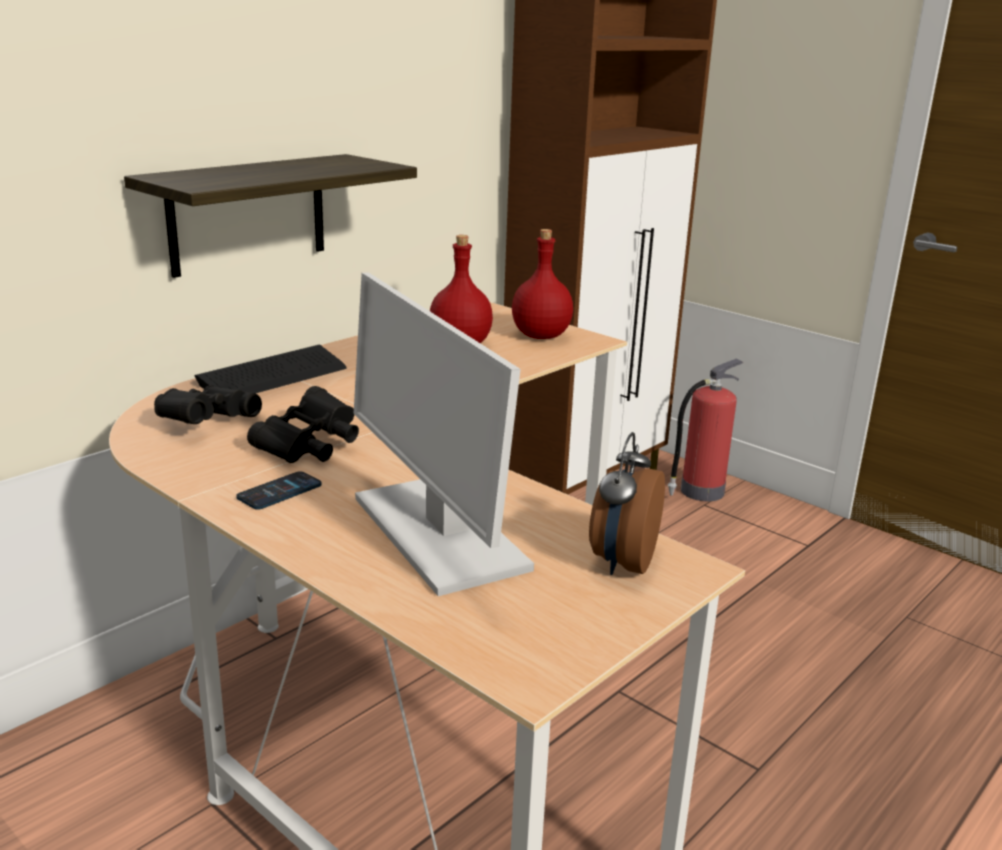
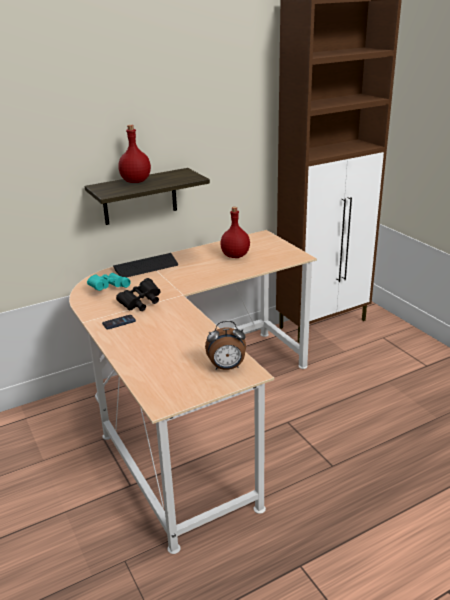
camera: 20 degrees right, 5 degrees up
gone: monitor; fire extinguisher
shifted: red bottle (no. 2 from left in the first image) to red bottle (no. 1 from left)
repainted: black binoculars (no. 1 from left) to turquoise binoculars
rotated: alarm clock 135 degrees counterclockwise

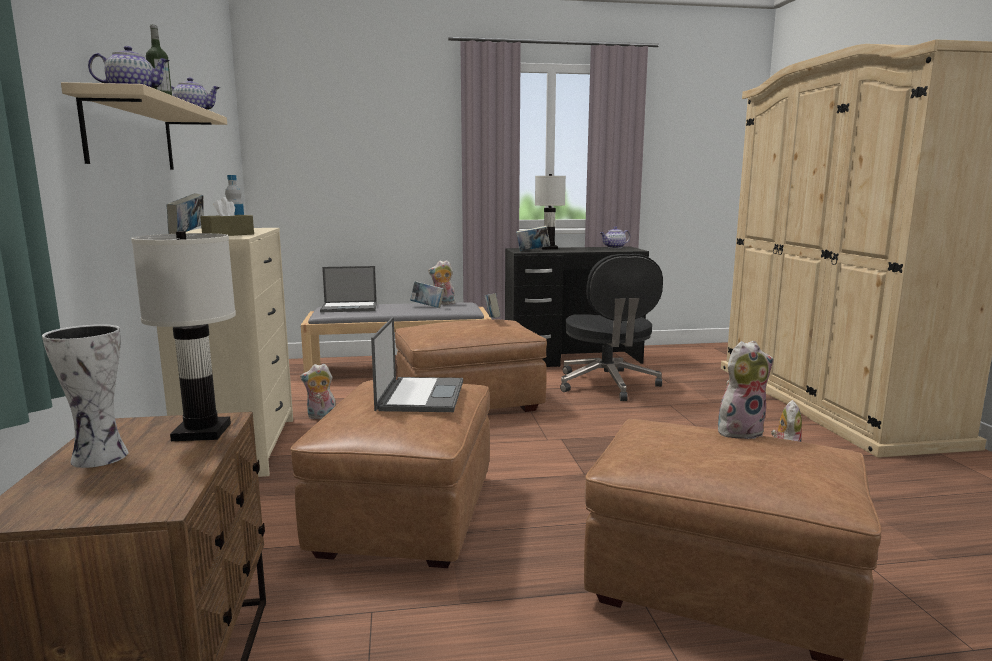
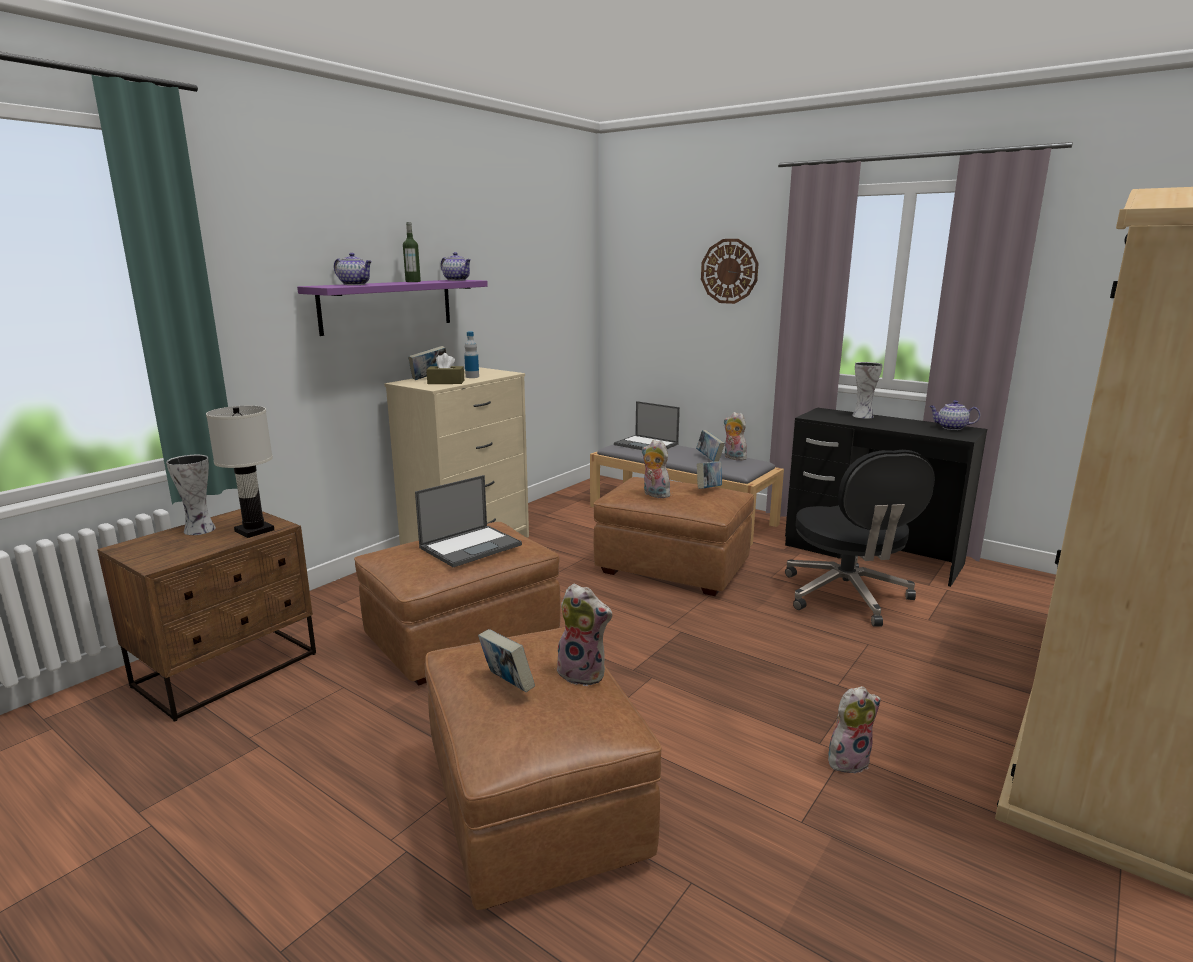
camera: 45 degrees right, 5 degrees up
new: wall clock
shifted: book (no. 4 from left in the first image) to book (no. 2 from left); plush toy (no. 1 from left in the first image) to plush toy (no. 2 from left)
swapped: white table lamp (no. 2 from left) to vase (no. 2 from left)
repainted: beige shelf to purple shelf
rotated: black office chair 45 degrees counterclockwise

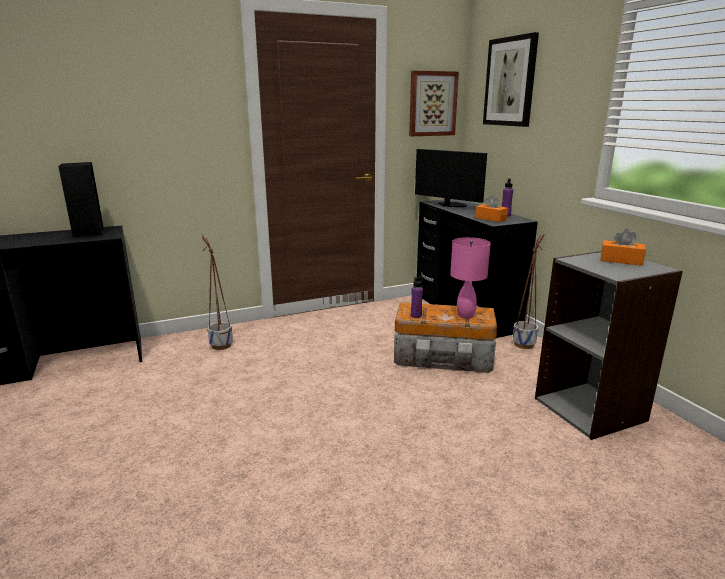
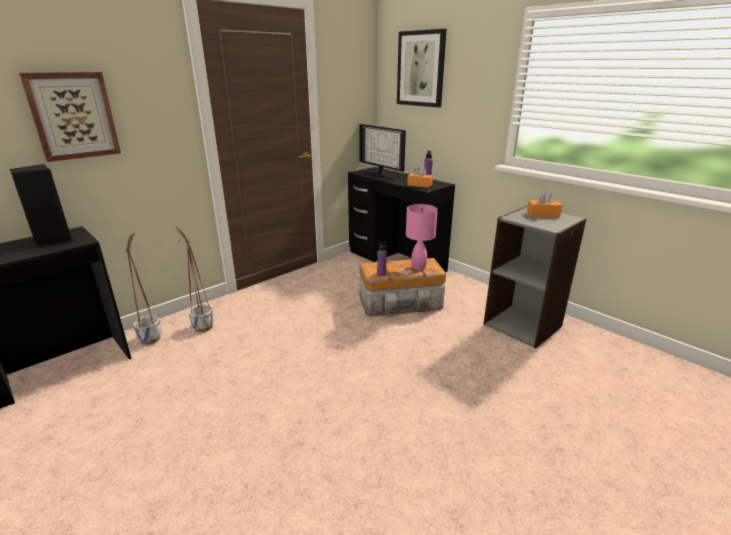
camera: 20 degrees left, 5 degrees up
shifted: picture (no. 1 from left); planter (no. 2 from left in the first image) to planter (no. 1 from left)
rotated: monitor 150 degrees counterclockwise

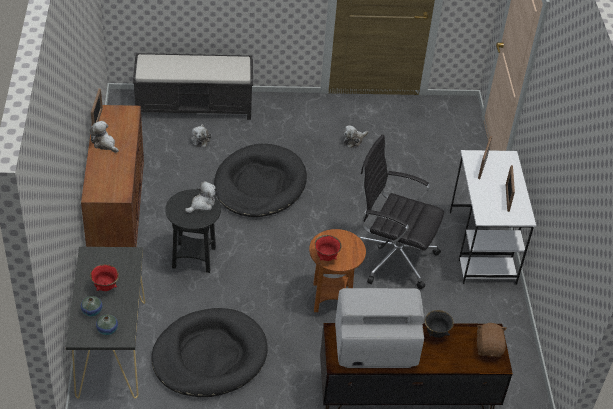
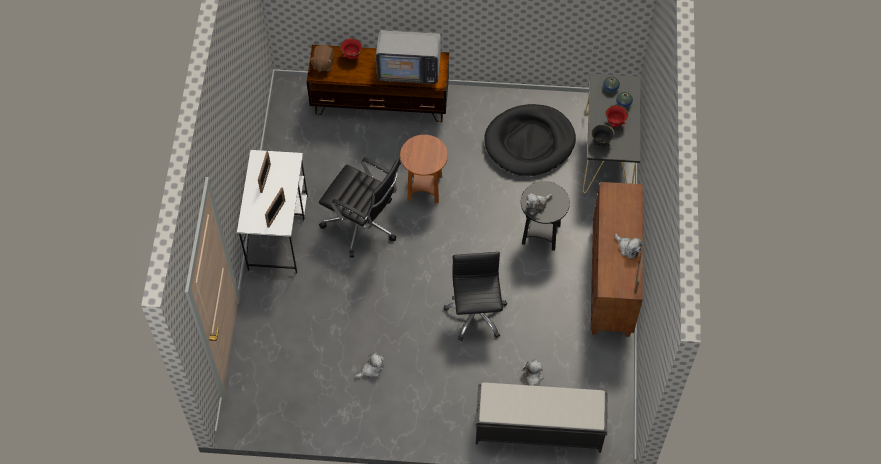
camera: 170 degrees left, 15 degrees up
shifted: red bowl (no. 2 from left in the first image) to red bowl (no. 1 from left); black bowl
swapped: black dog bed (no. 2 from left) to black office chair (no. 2 from left)

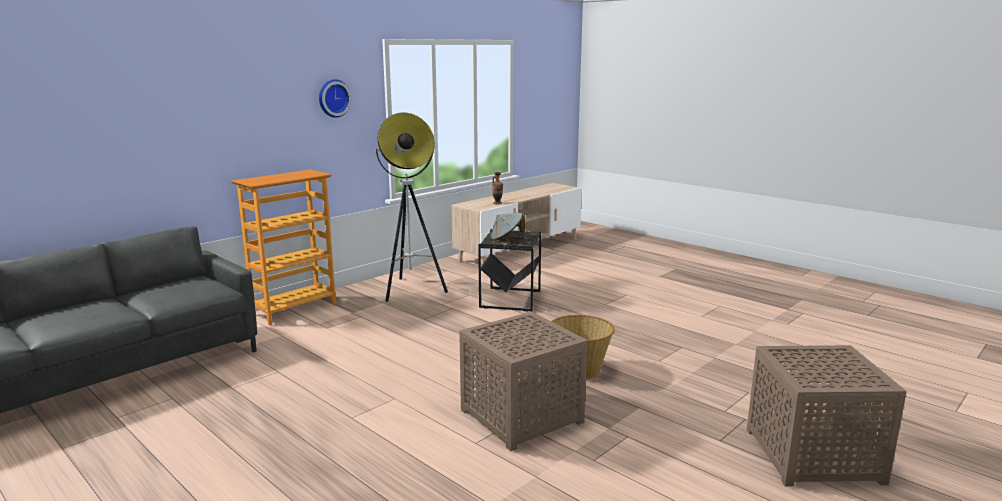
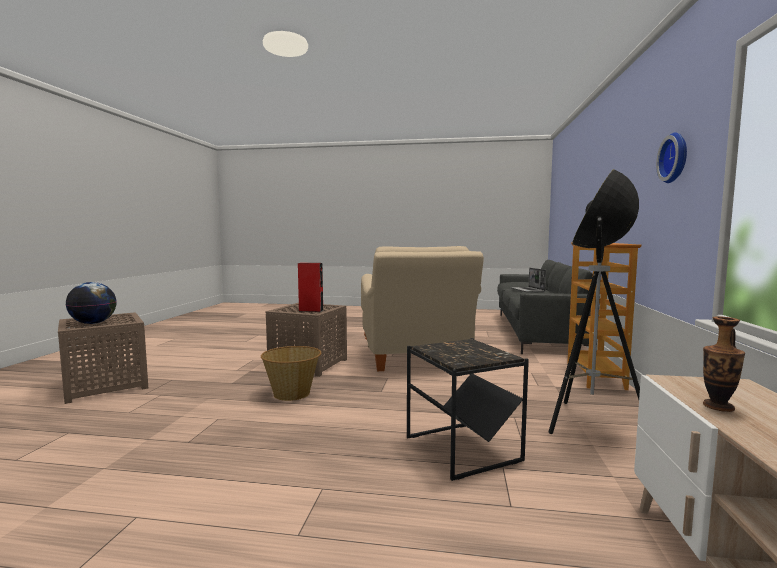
camera: 145 degrees right, 10 degrees down
gone: grey hat
new: globe; red speaker; beige armchair; laptop

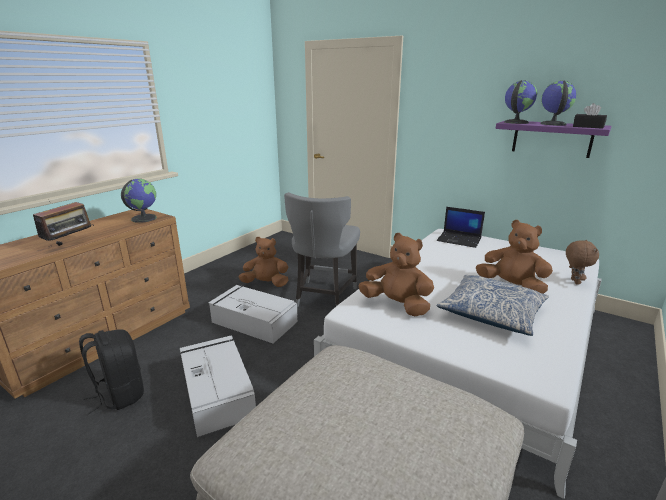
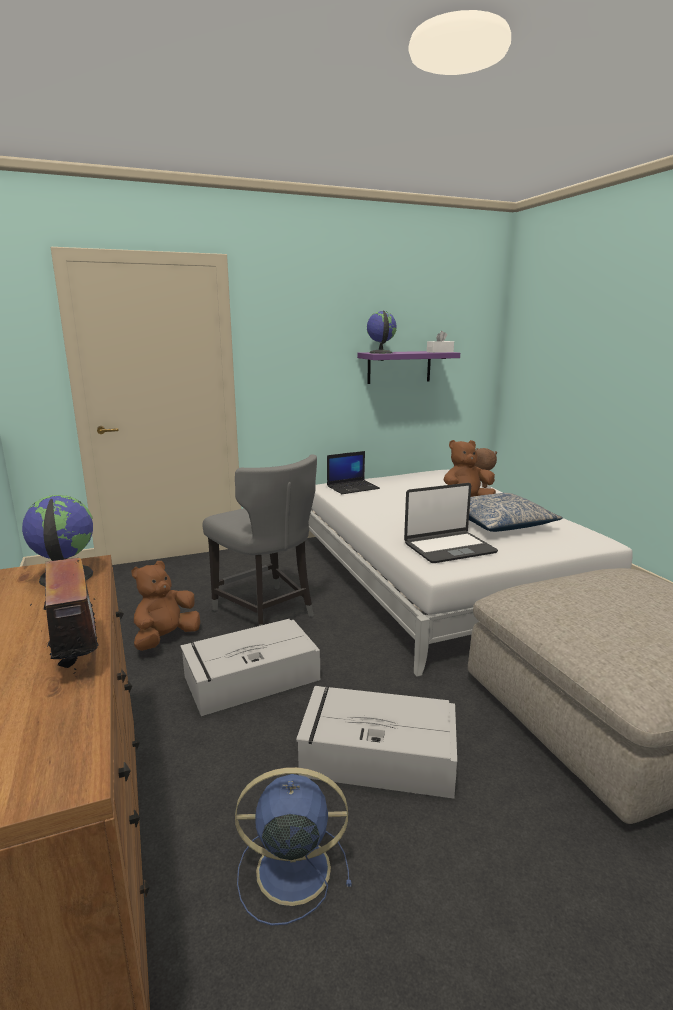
camera: 55 degrees left, 5 degrees down
gone: globe (no. 3 from left)
swapped: black backpack to blue fan; brown plush toy (no. 2 from left) to laptop (no. 2 from left)
repainted: black tissue box to white tissue box

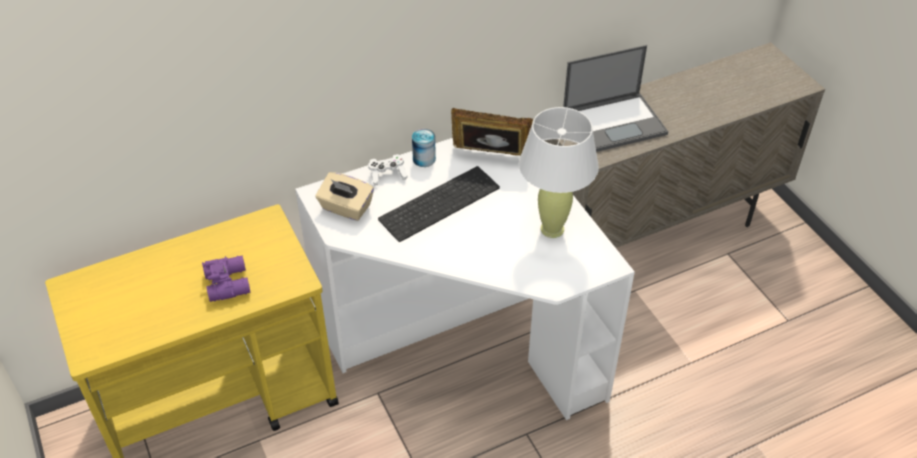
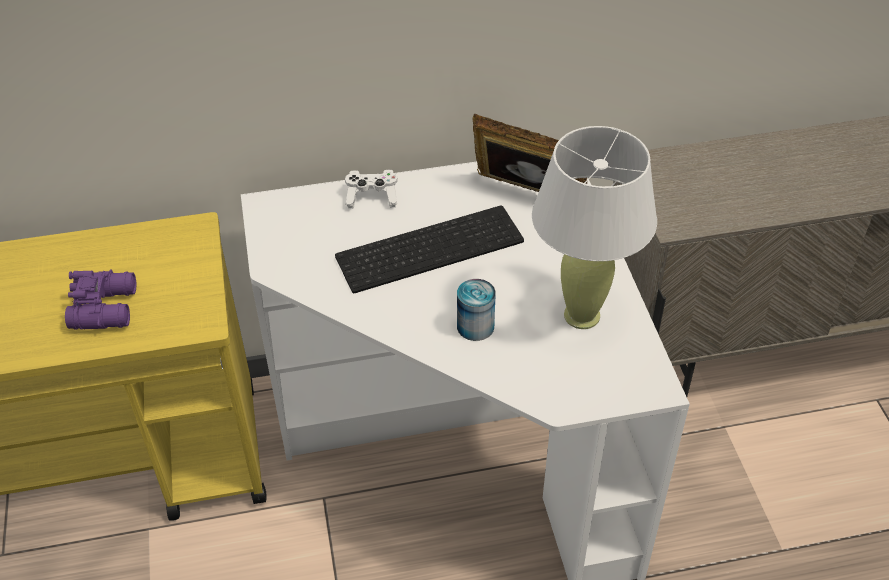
camera: 15 degrees right, 0 degrees up
gone: beige tissue box; laptop
shifted: can

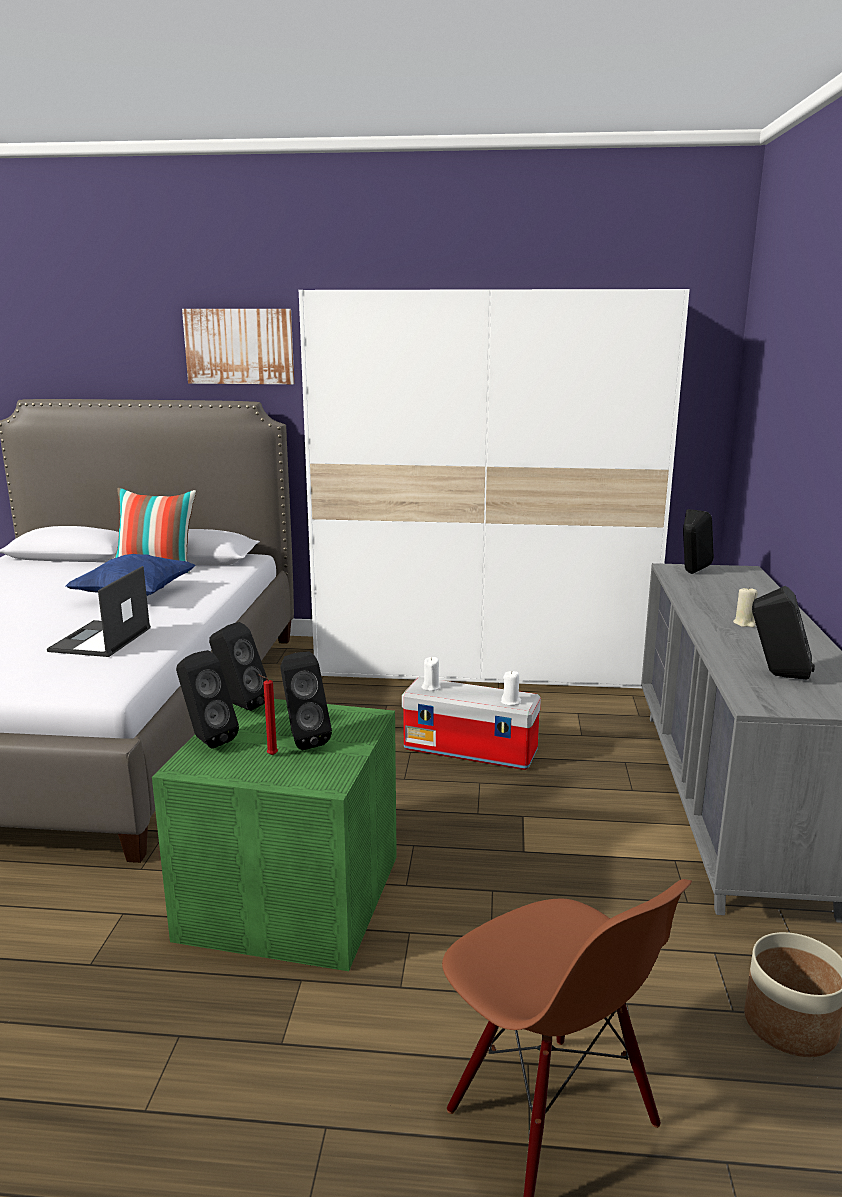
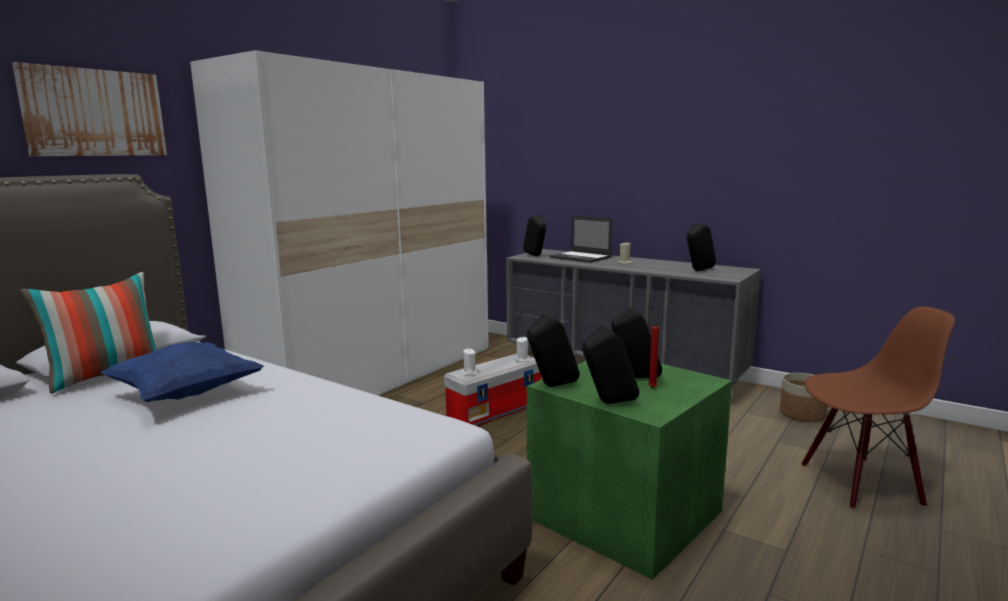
camera: 60 degrees left, 5 degrees down
shifted: laptop

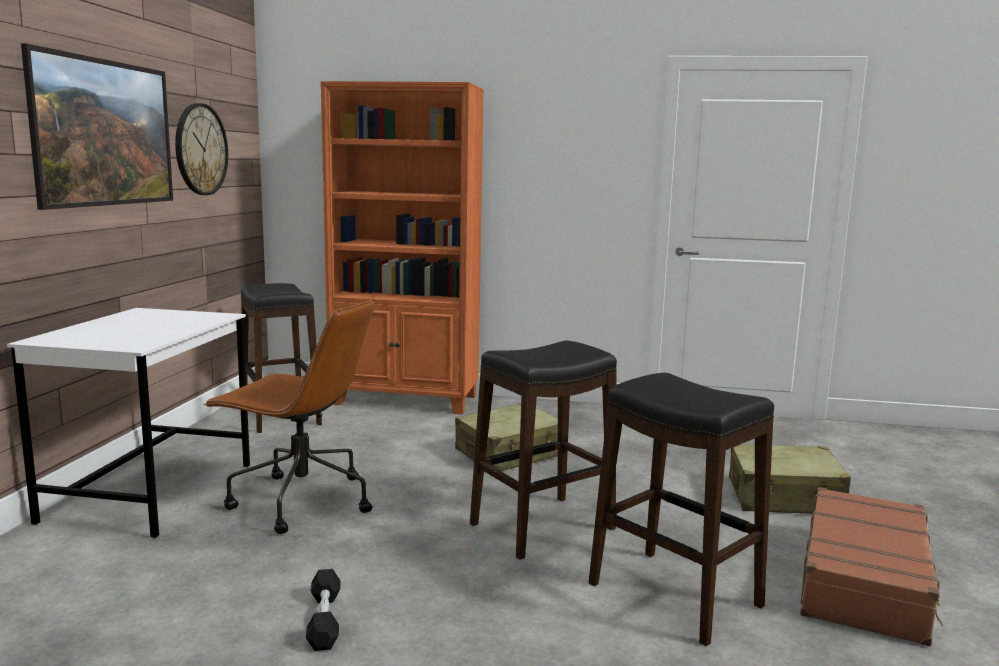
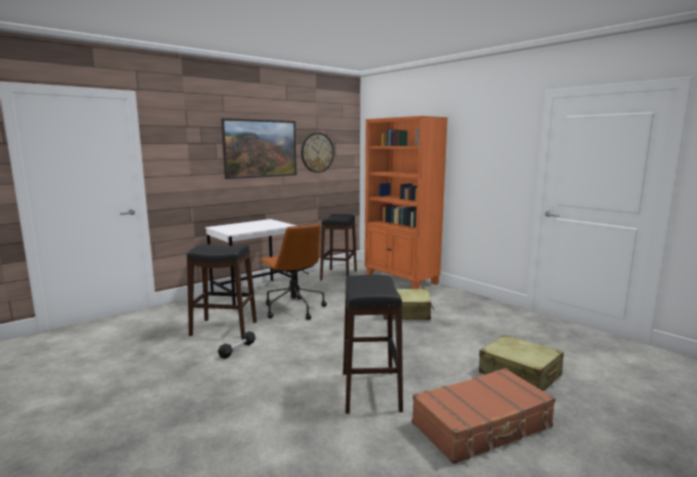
camera: 40 degrees right, 0 degrees up
shifted: black stool (no. 2 from left in the first image) to black stool (no. 1 from left)

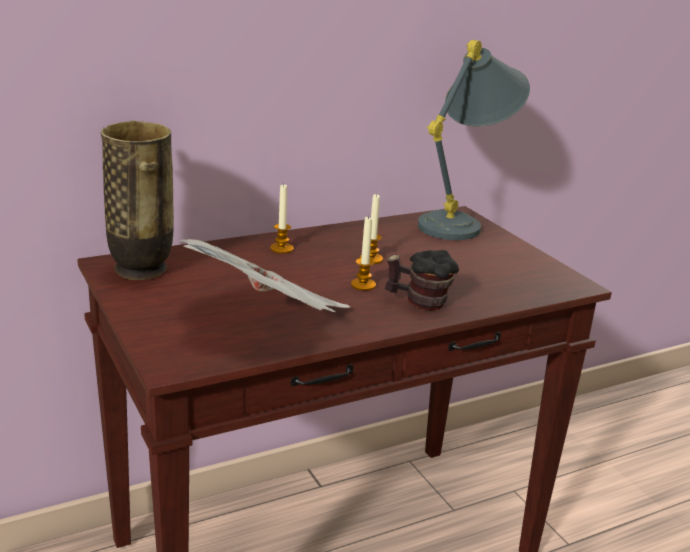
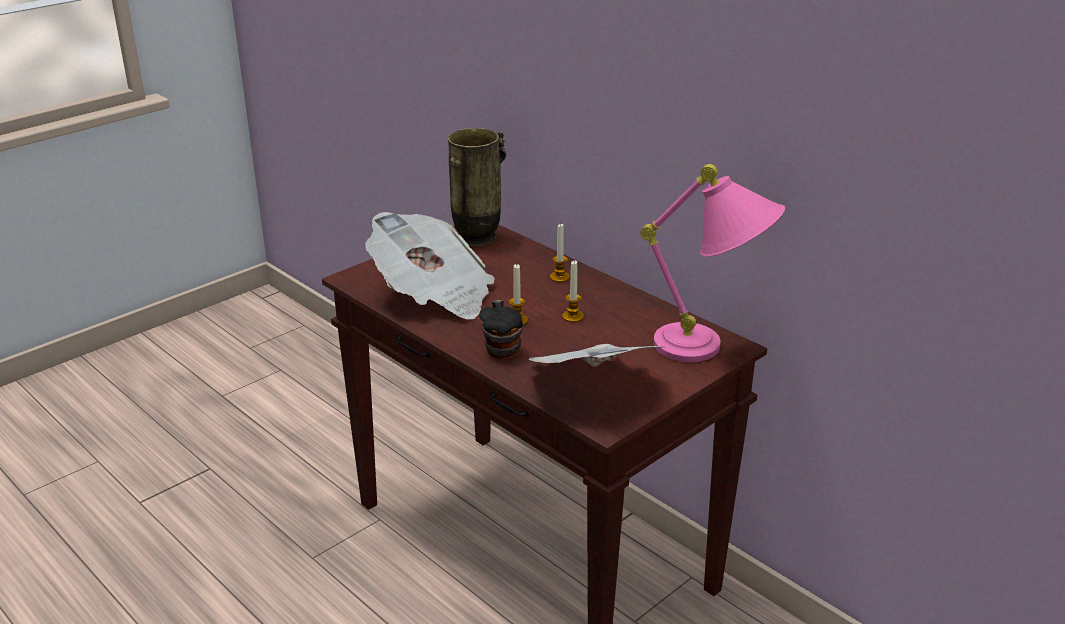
camera: 75 degrees right, 5 degrees up
new: newspaper (no. 2 from left)
repainted: grey table lamp to pink table lamp

